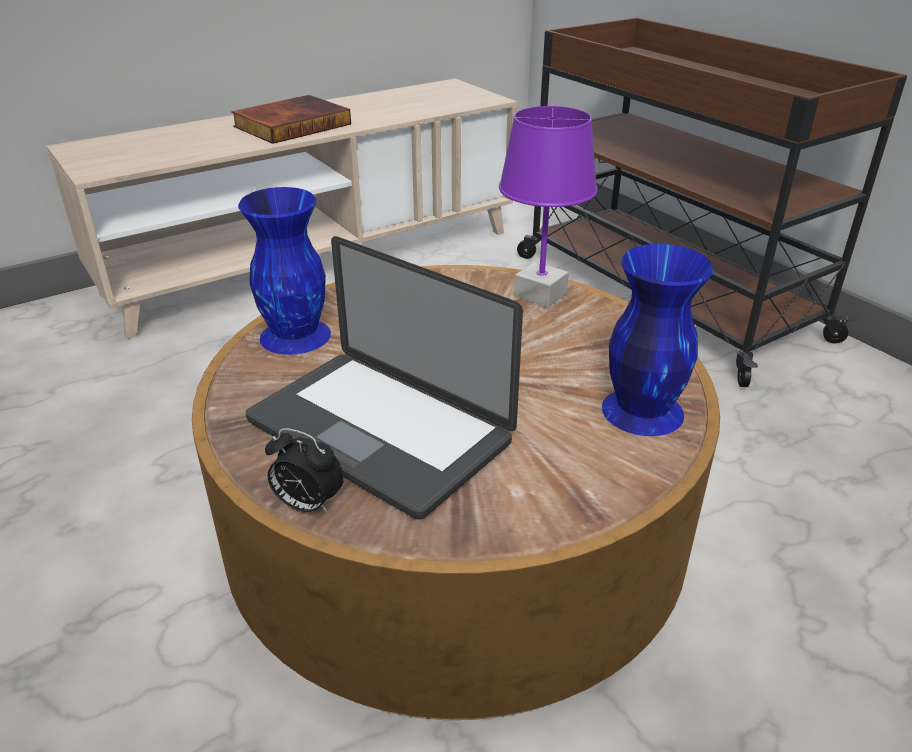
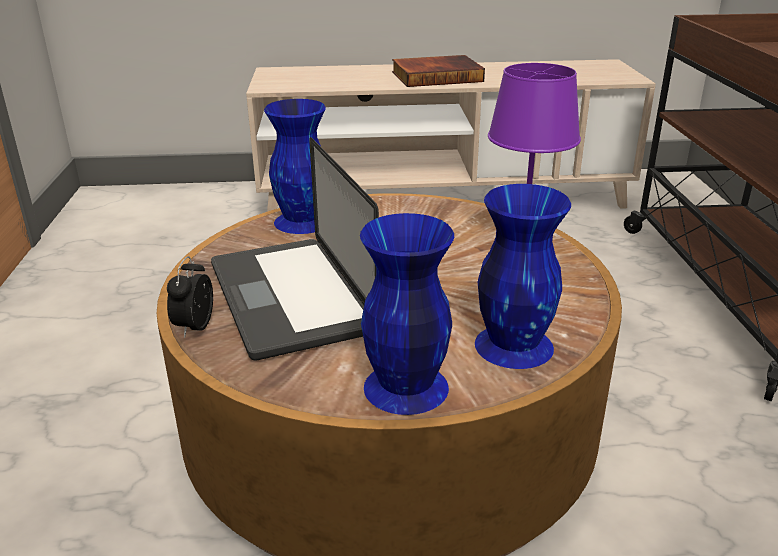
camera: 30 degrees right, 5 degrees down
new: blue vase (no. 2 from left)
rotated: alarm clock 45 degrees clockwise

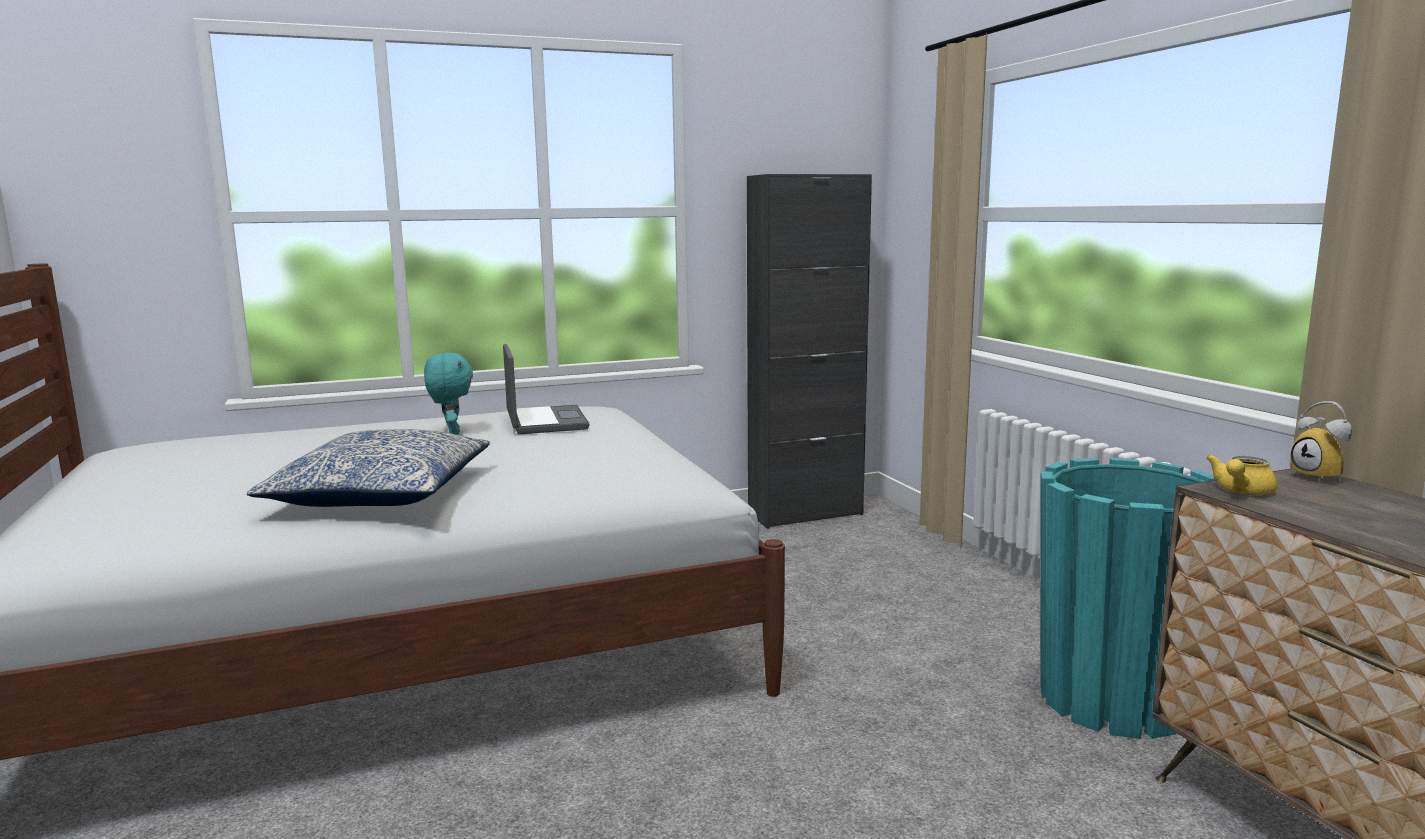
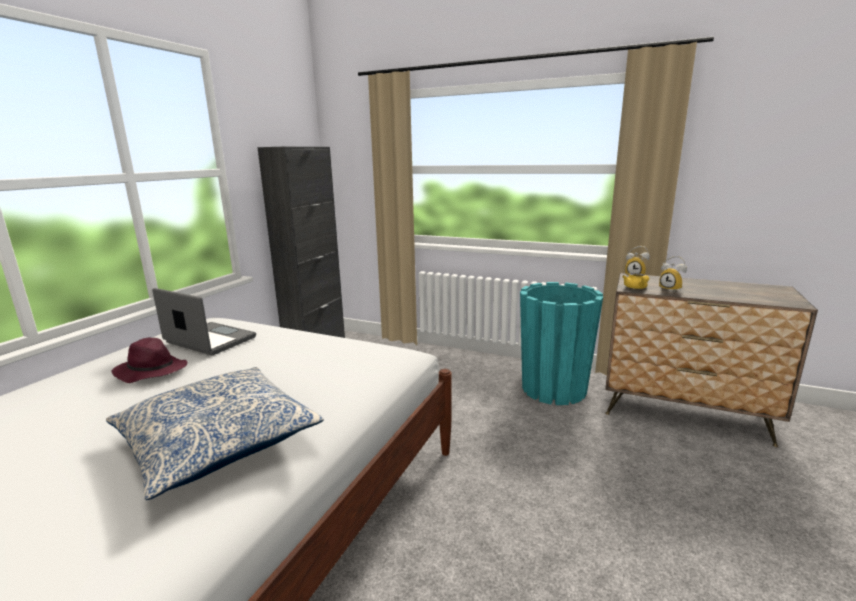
camera: 45 degrees left, 5 degrees up
new: alarm clock (no. 2 from left)
swapped: turquoise plush toy to purple hat

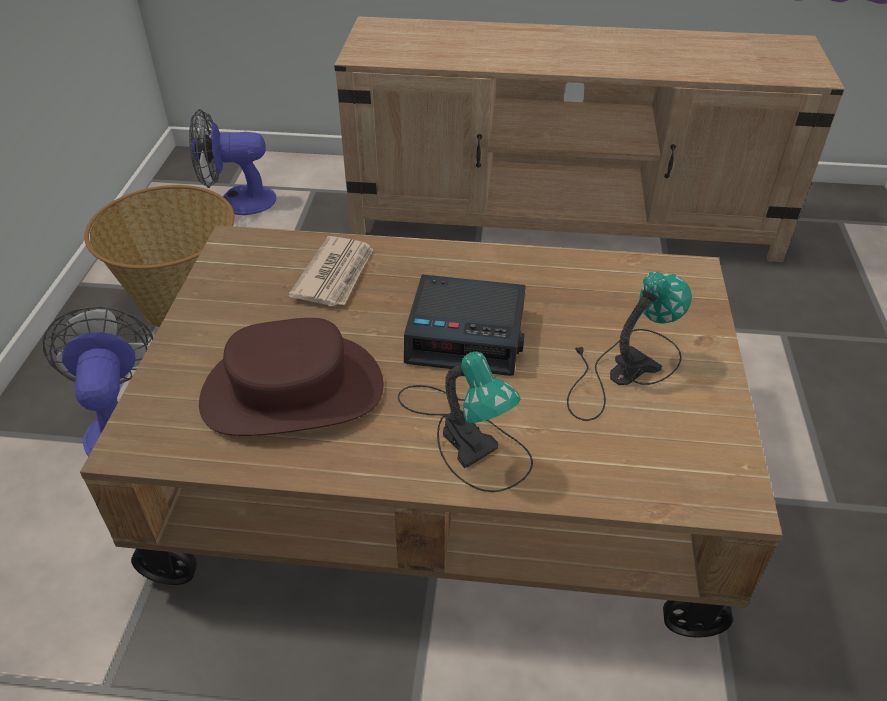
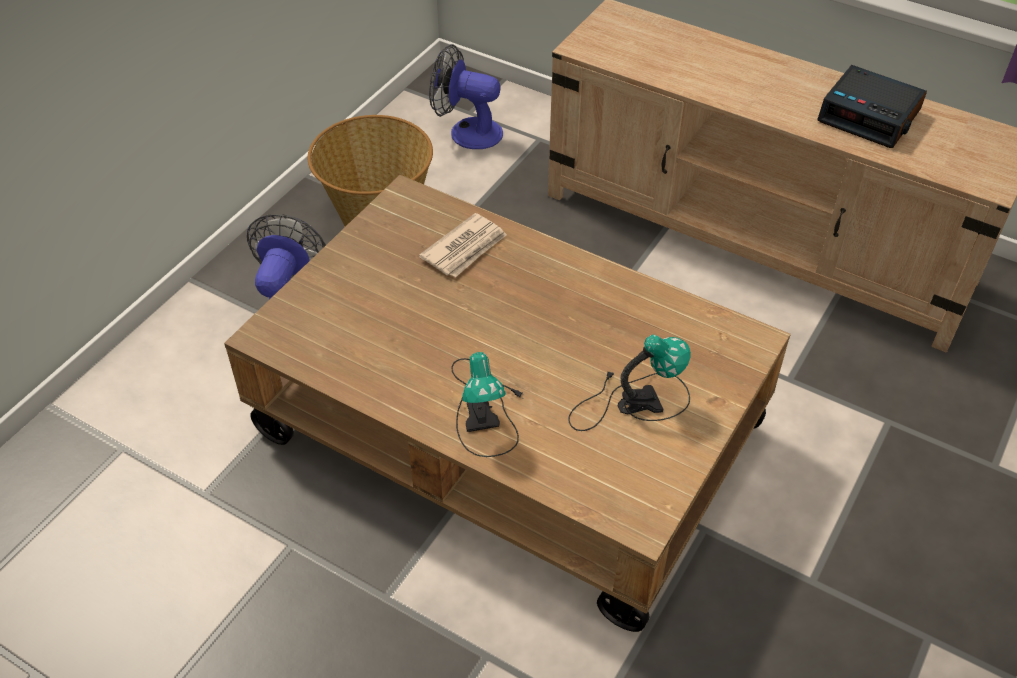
camera: 25 degrees right, 5 degrees up
gone: brown hat
shifted: alarm clock

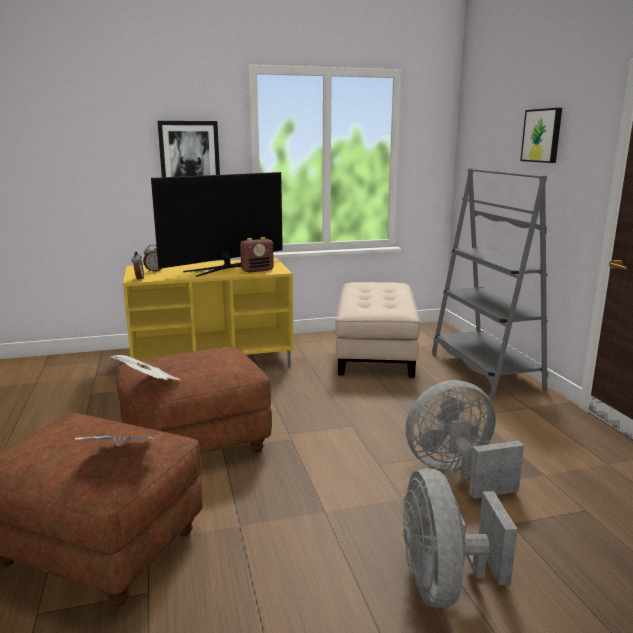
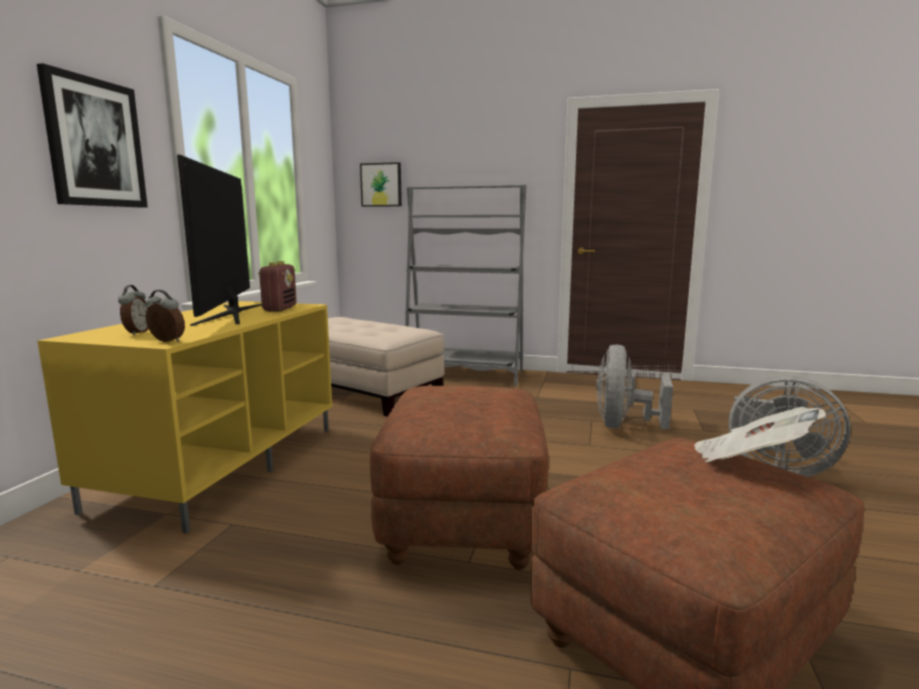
camera: 60 degrees left, 5 degrees down
gone: newspaper (no. 2 from left)
shifted: picture (no. 2 from left)

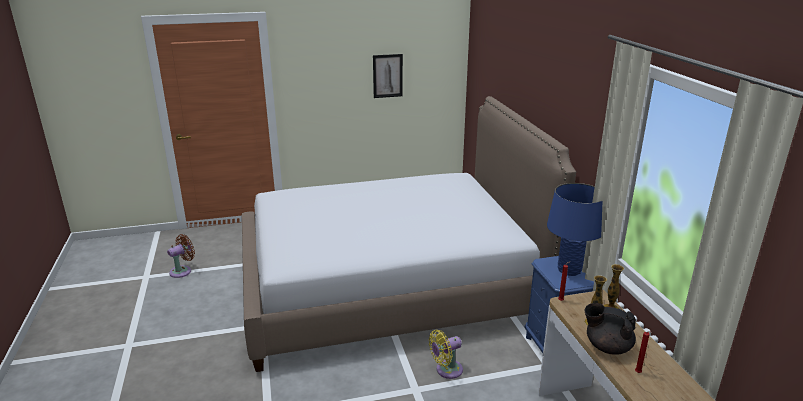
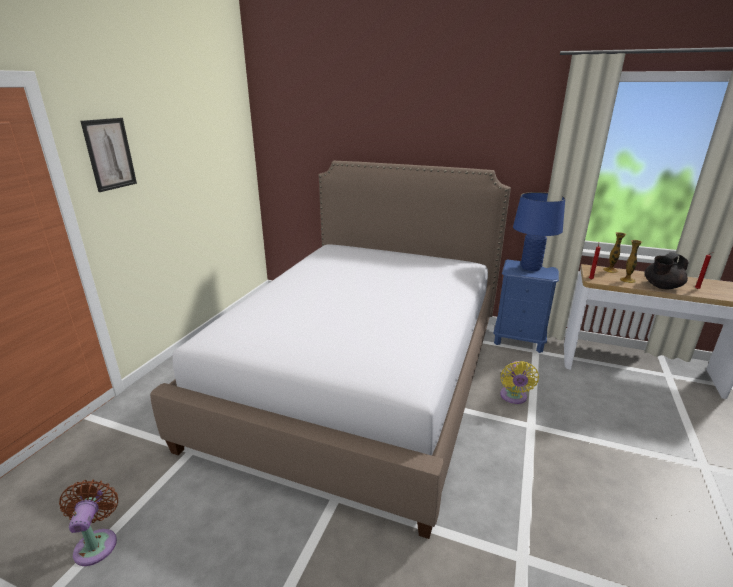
camera: 55 degrees left, 0 degrees up
shifted: picture

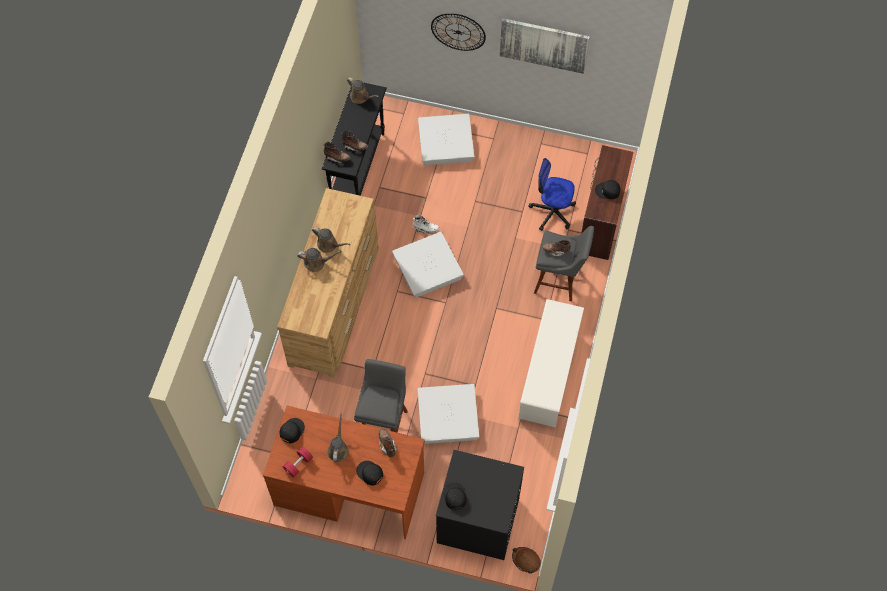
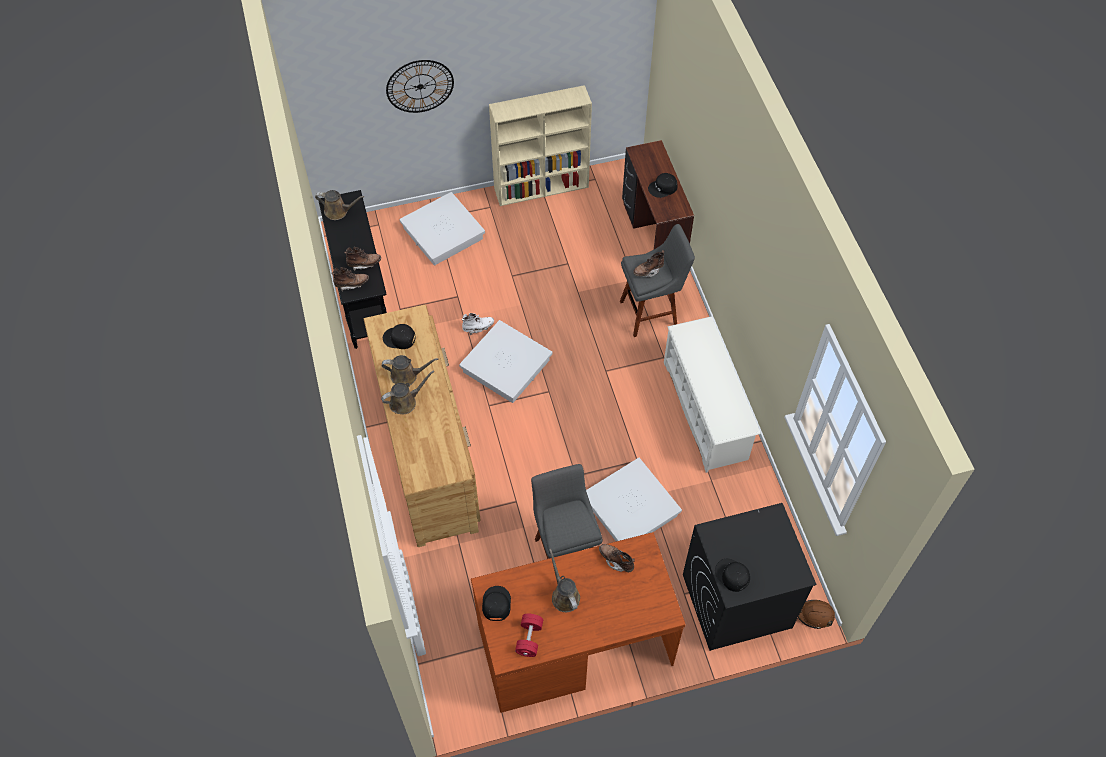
camera: 30 degrees left, 5 degrees down
gone: picture; office chair
new: beige bookcase
shifted: black cap (no. 2 from left in the first image) to black cap (no. 1 from left)

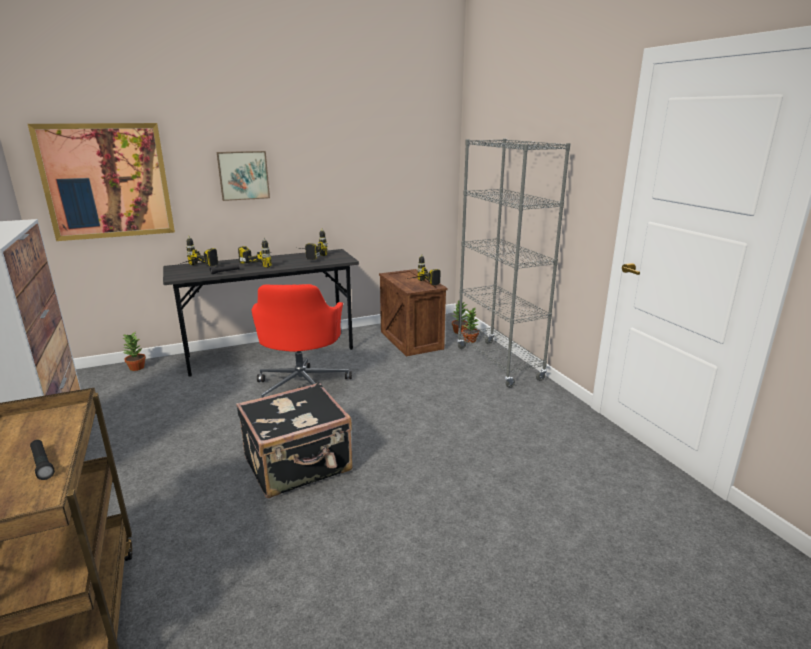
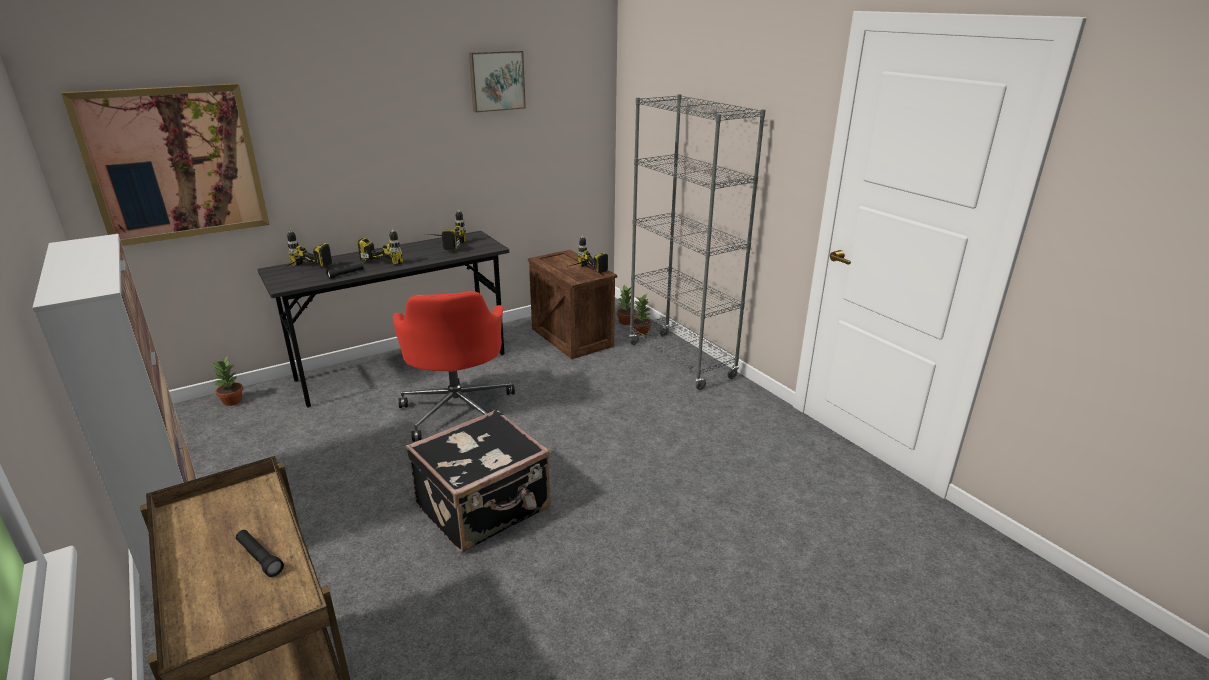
camera: 10 degrees left, 5 degrees up
shifted: picture (no. 2 from left)

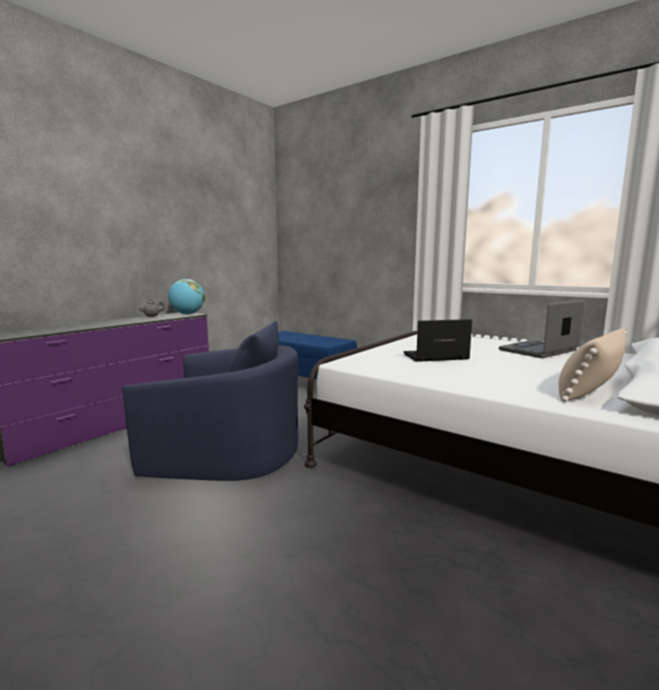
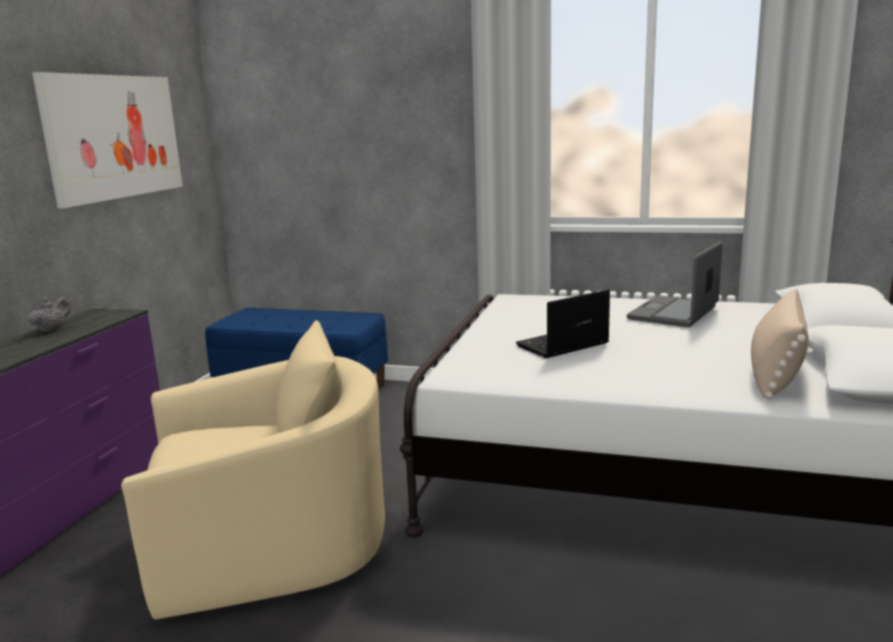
camera: 20 degrees left, 5 degrees up
gone: globe
new: picture
repainted: blue armchair to beige armchair

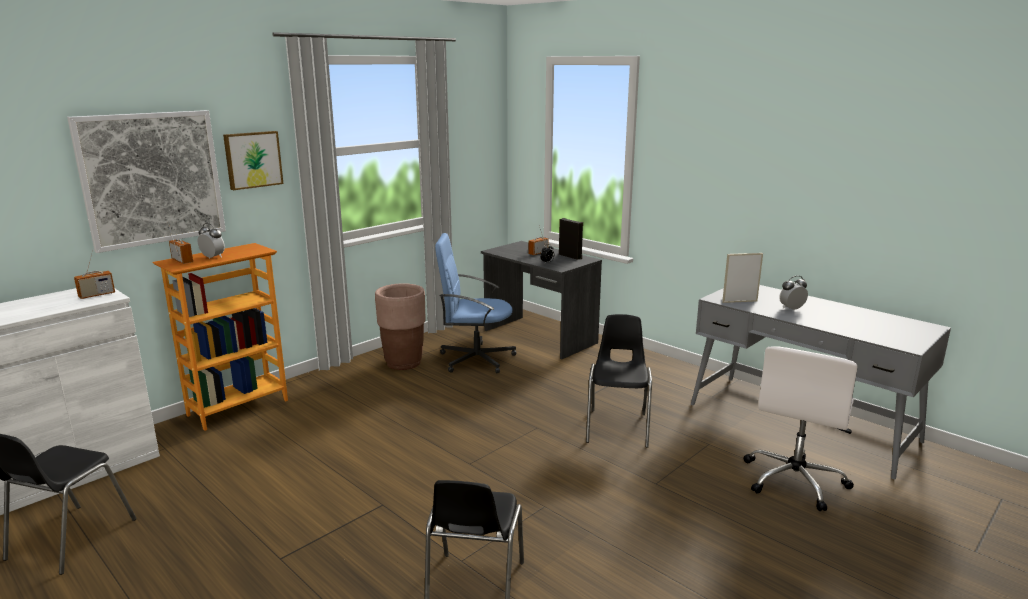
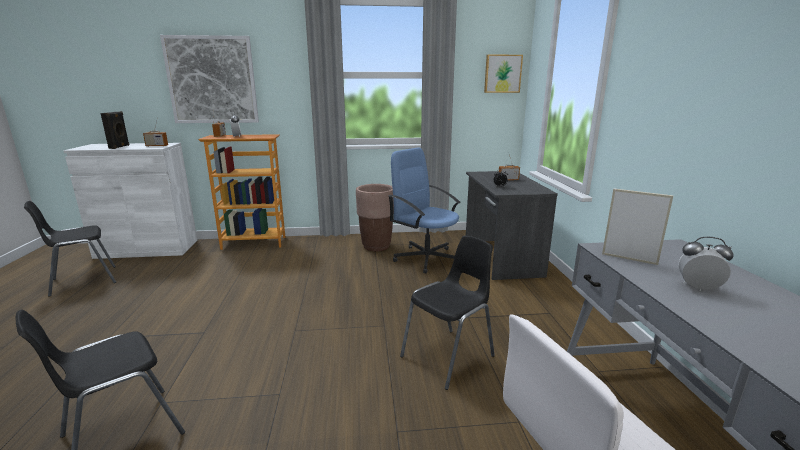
camera: 40 degrees right, 0 degrees up
shifted: black speaker; picture (no. 2 from left)

